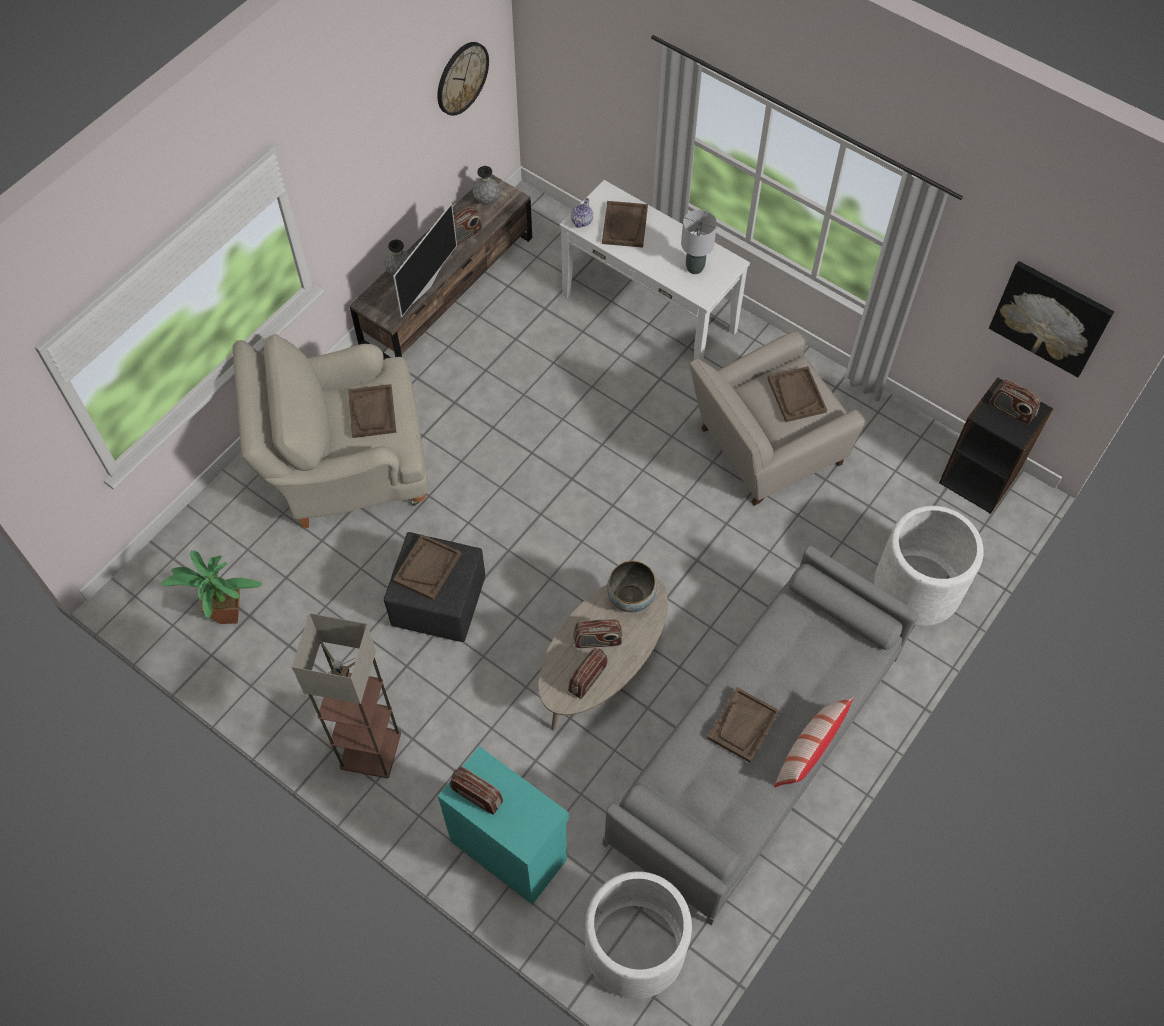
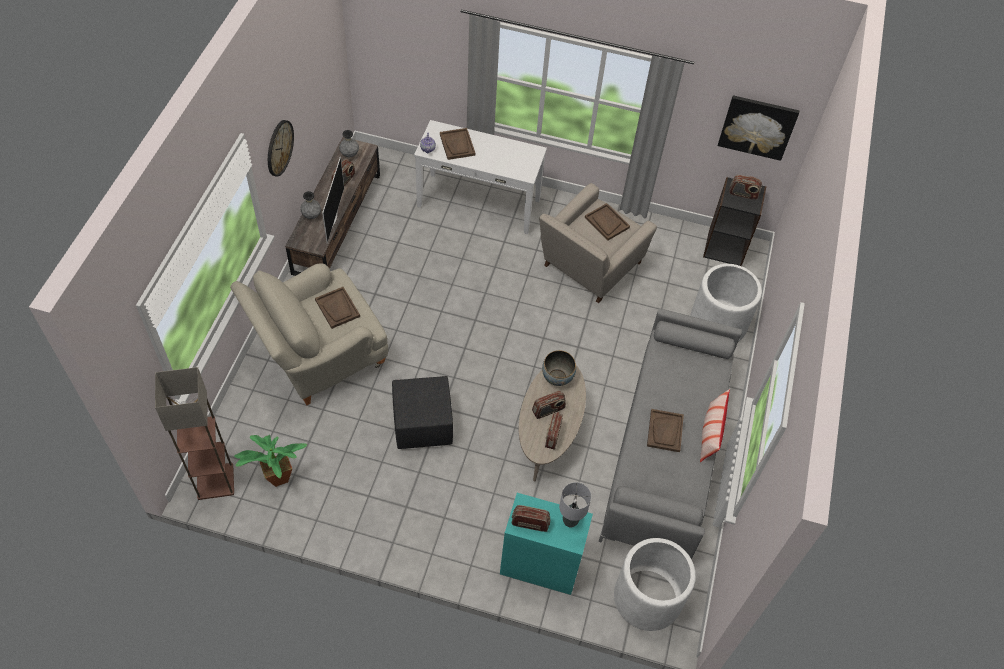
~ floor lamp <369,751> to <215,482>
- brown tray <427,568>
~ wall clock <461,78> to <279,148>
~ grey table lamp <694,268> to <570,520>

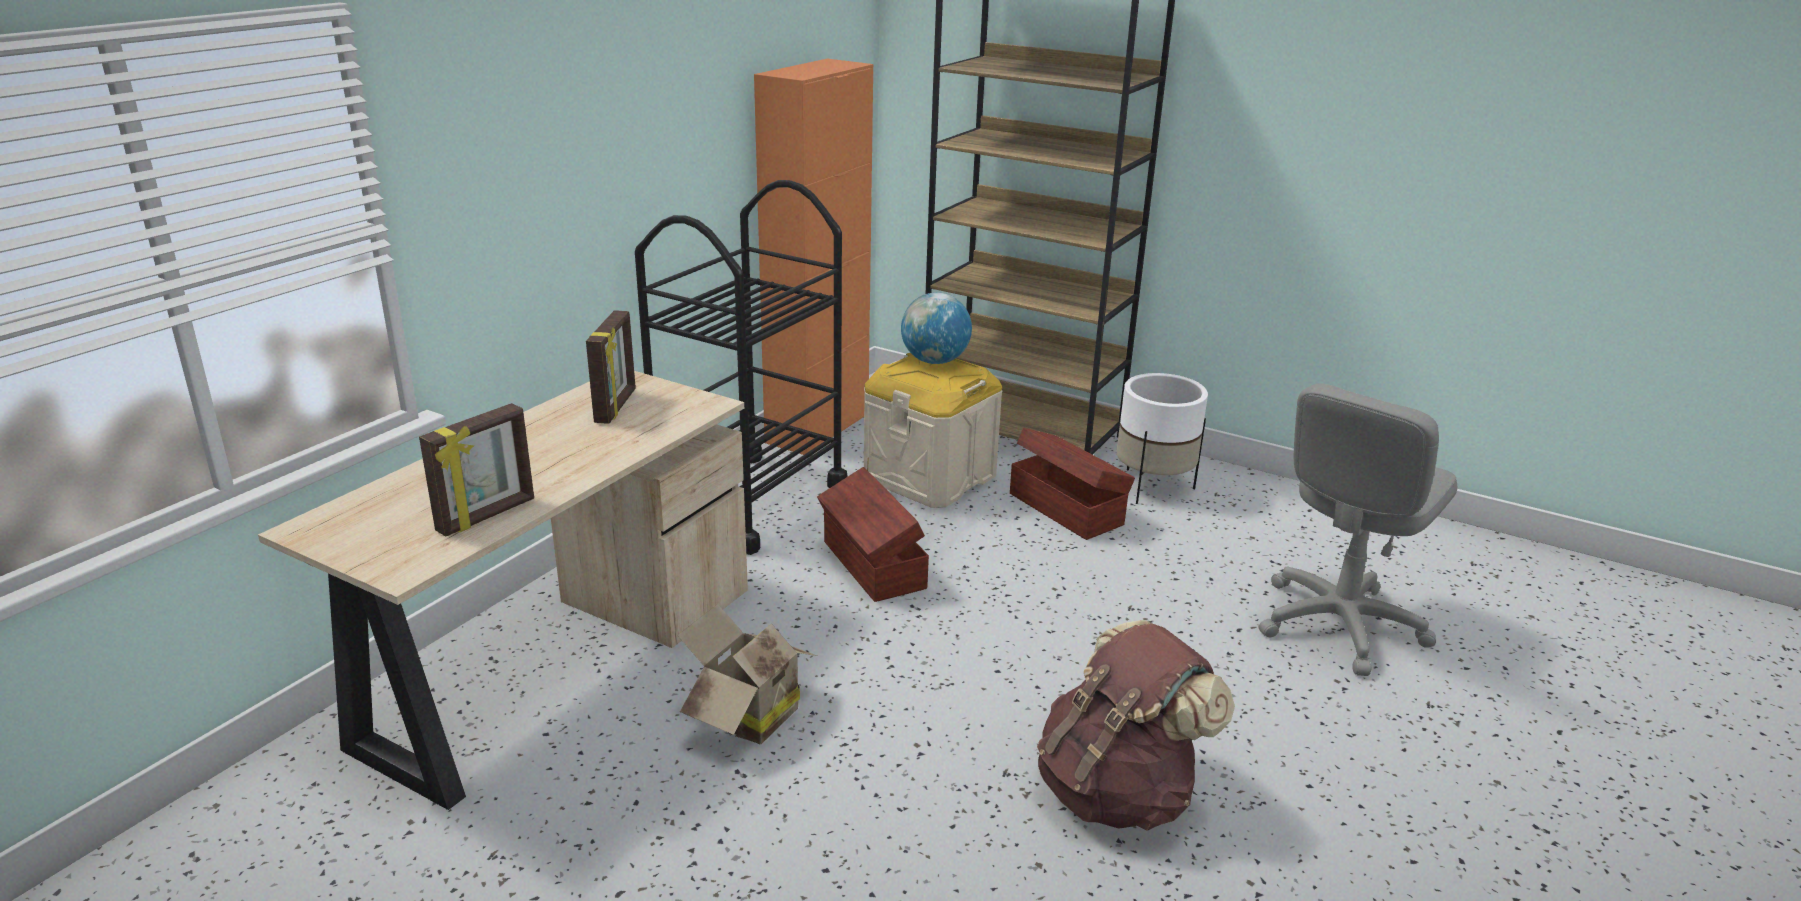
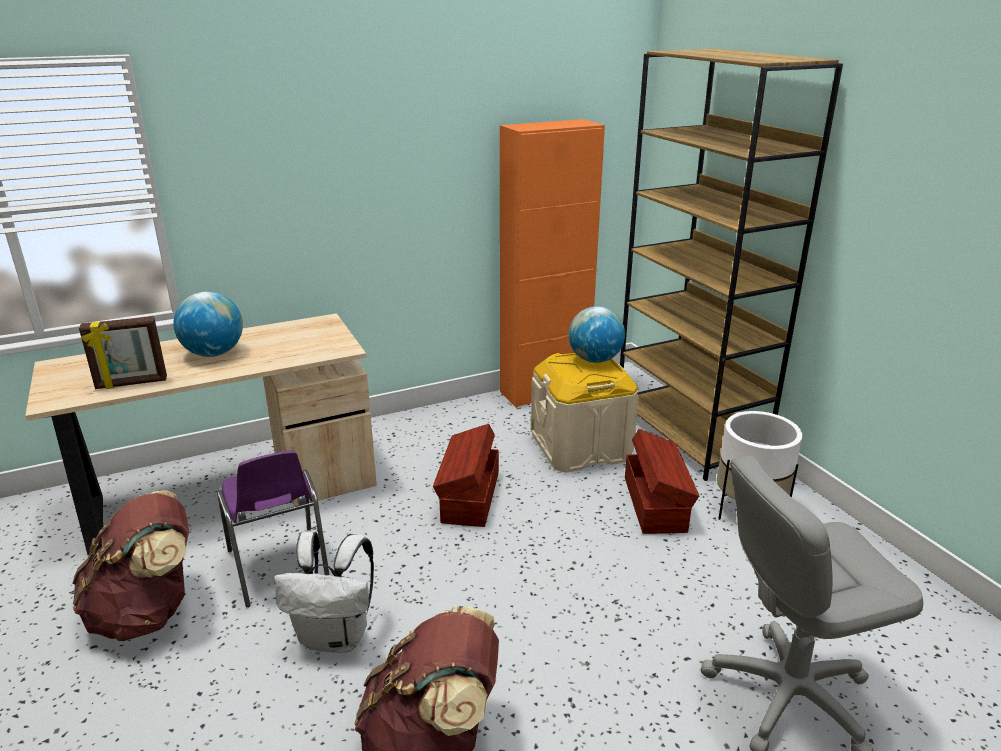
- picture frame <616,406>
- black cart <750,501>
~ cardboard box <745,716> to purple chair <279,568>
+ brown backpack <148,612>
+ globe <213,353>
+ white backpack <336,636>

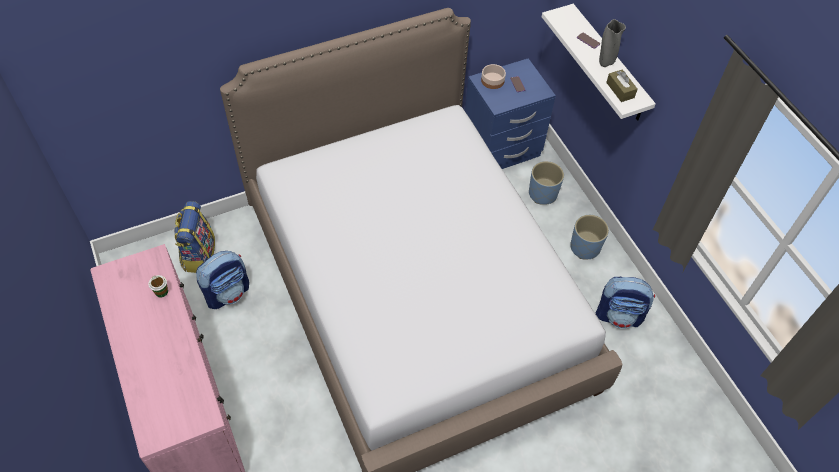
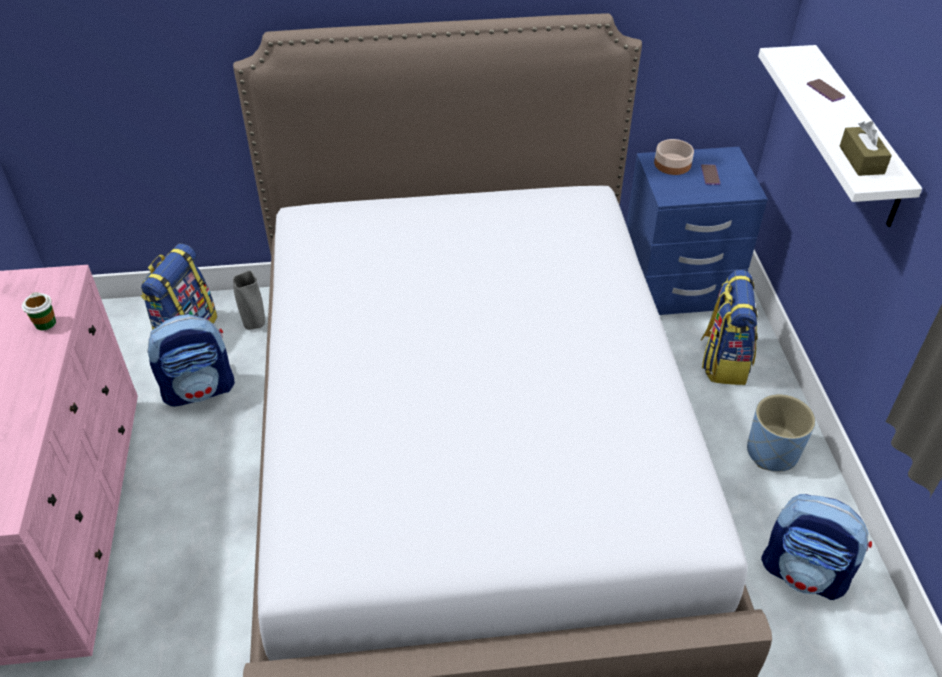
~ blue planter <542,193> to backpack <723,360>
~ grey vase <605,63> to <254,324>

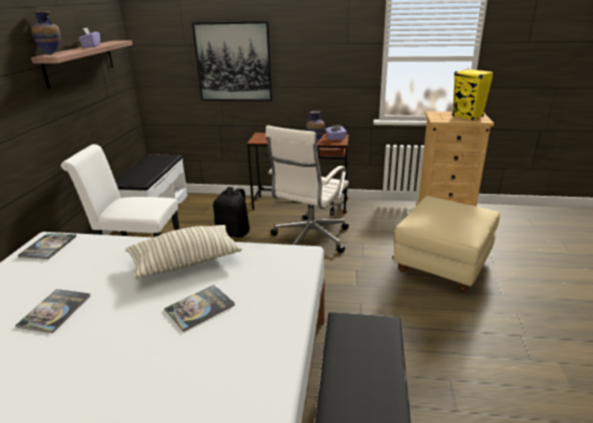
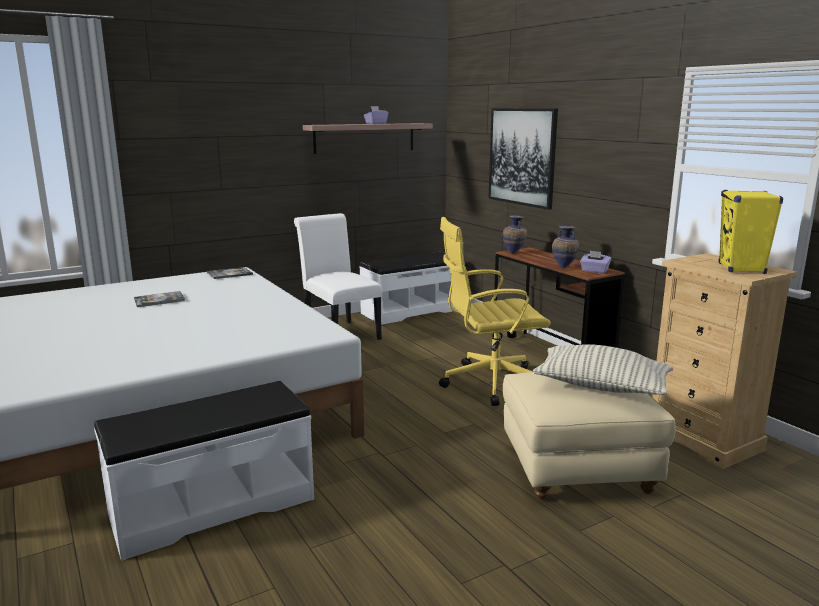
~ vase <52,54> to <514,253>
~ pillow <185,262> to <601,387>
- book <200,308>
- black backpack <234,232>
~ white office chair <309,239> to yellow office chair <490,383>

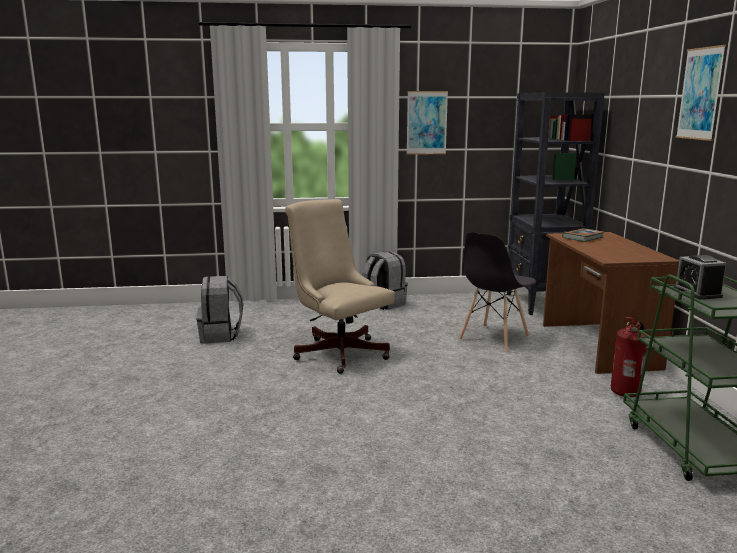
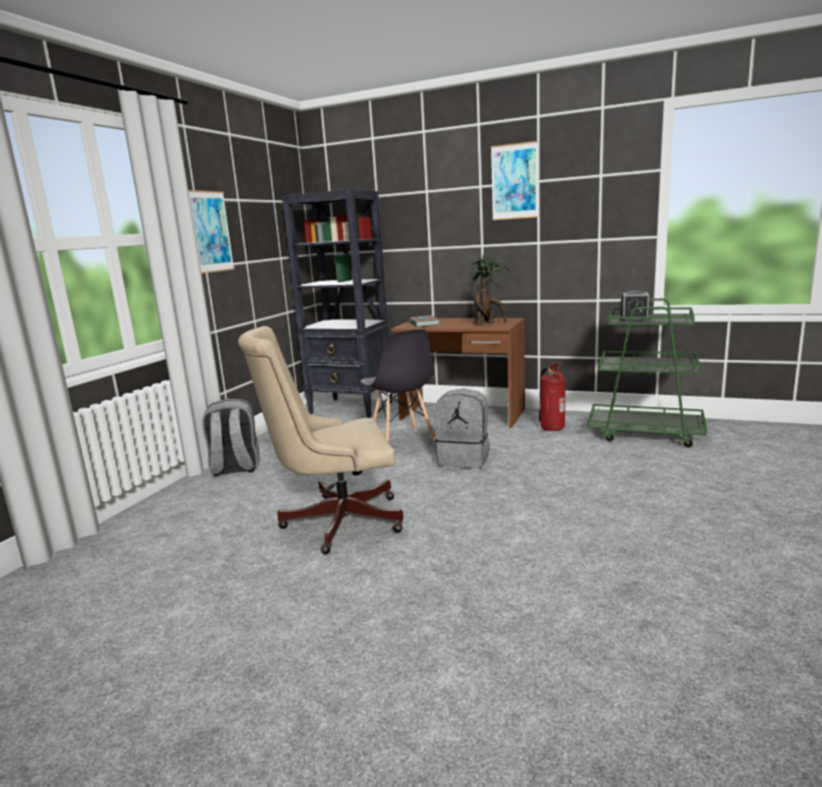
~ grey backpack <221,336> to <464,459>
+ potted plant <487,323>

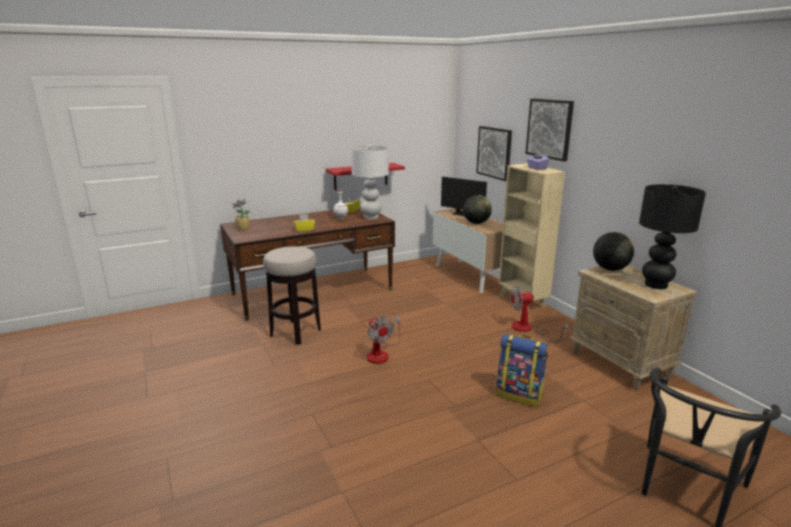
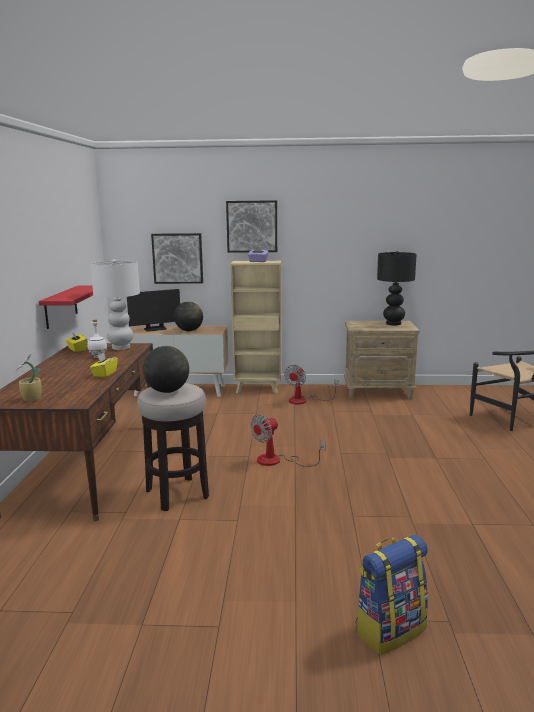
~ fan <381,353> = <277,461> 135 degrees clockwise
~ backpack <519,394> to <389,629>
~ globe <610,269> to <167,391>

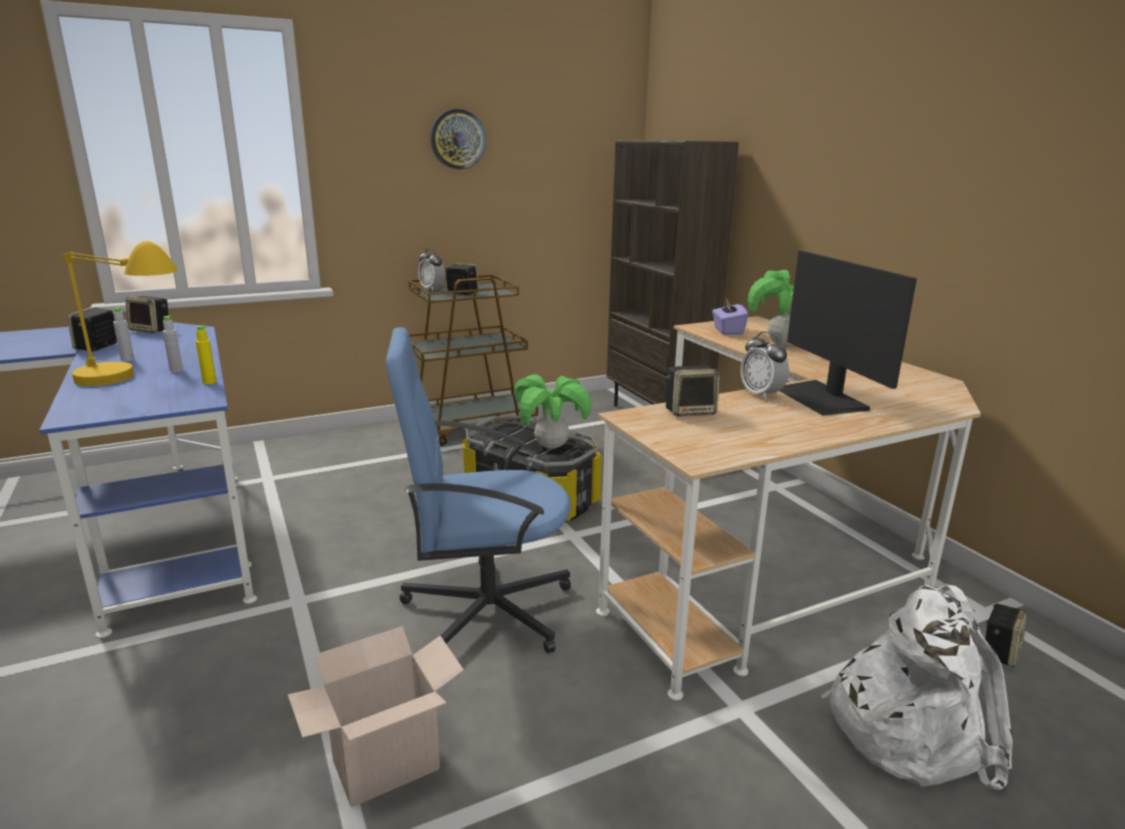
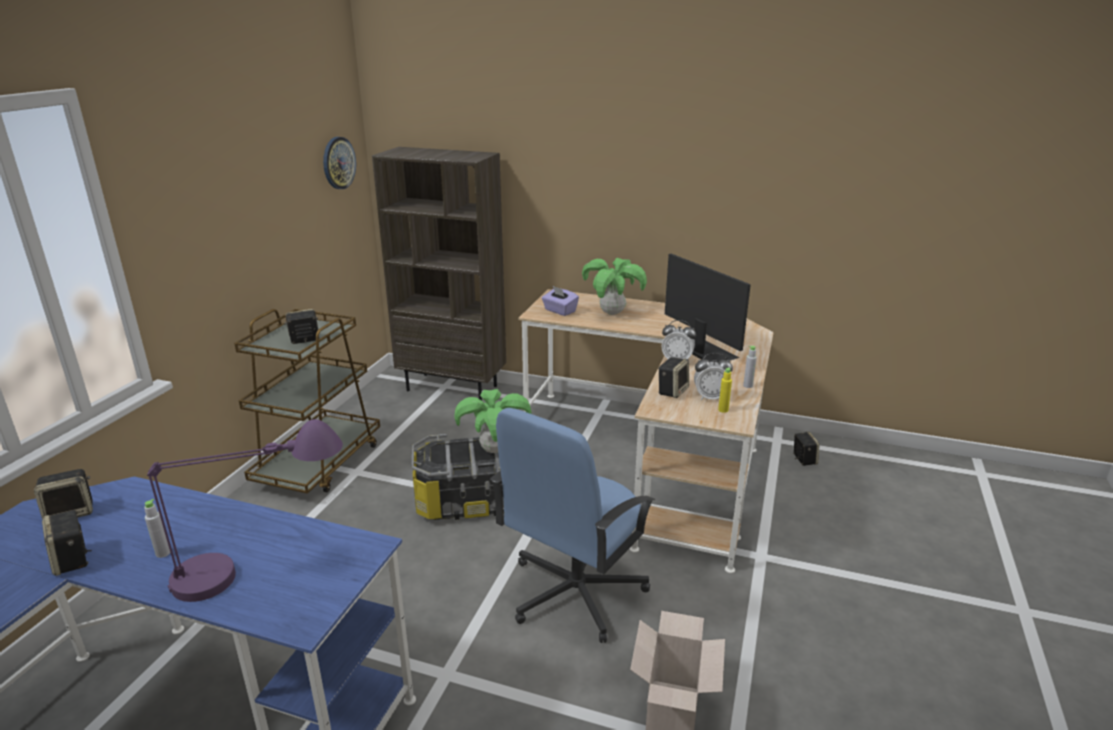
~ yellow table lamp <133,385> to purple table lamp <260,570>
~ grey bottle <176,370> to <748,386>
~ yellow bottle <209,382> to <723,410>
~ alarm clock <432,289> to <710,397>
~ wall clock <457,139> to <338,163>
~ monitor <821,398> = <704,351> 150 degrees counterclockwise
- white backpack <908,727>

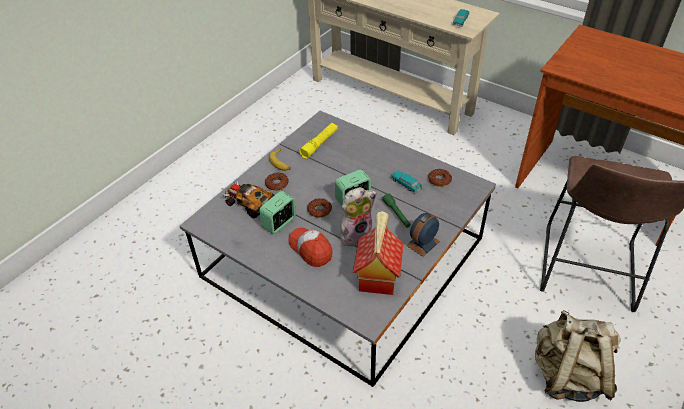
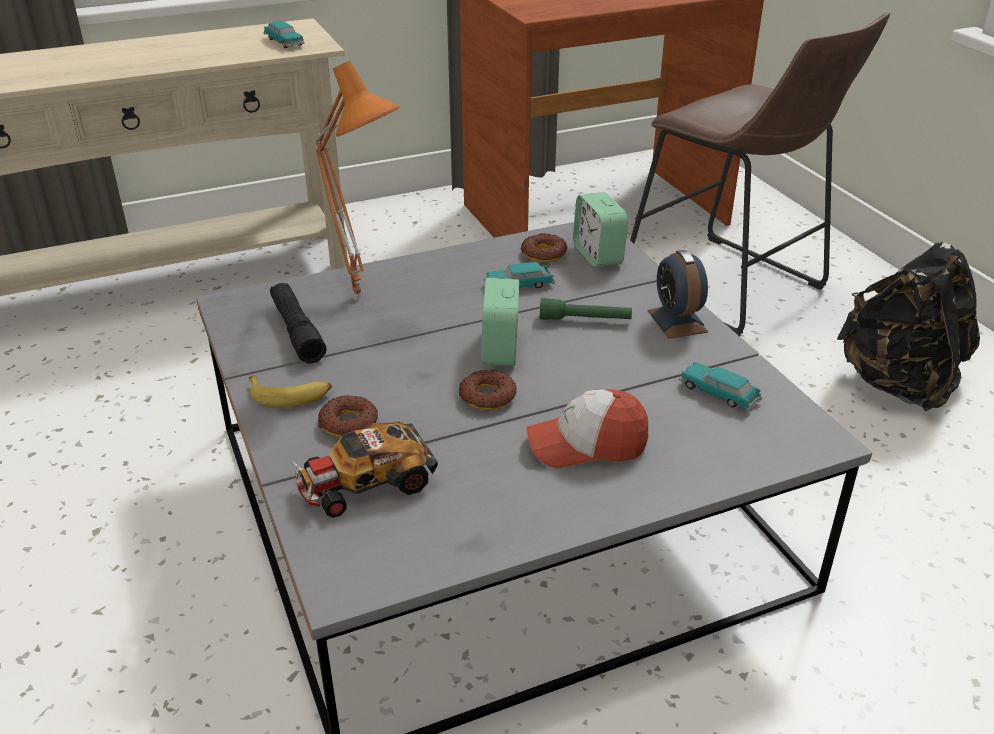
~ alarm clock <279,223> to <598,255>
~ yellow flashlight <319,144> to black flashlight <297,331>
- plush toy <356,235>
~ toy house <377,276> to toy car <718,393>
~ beige backpack <567,375> to black backpack <898,383>
+ orange table lamp <362,296>

